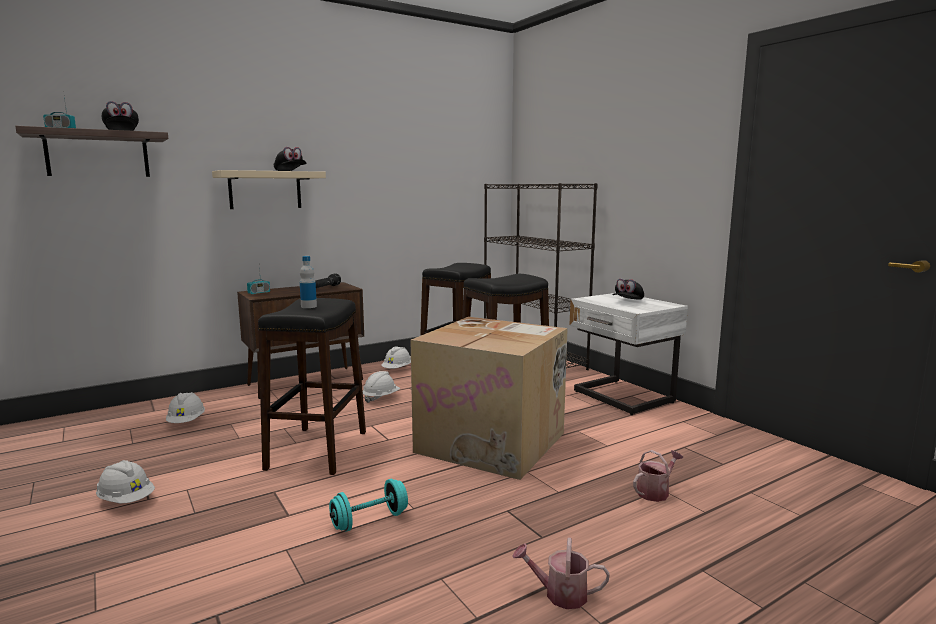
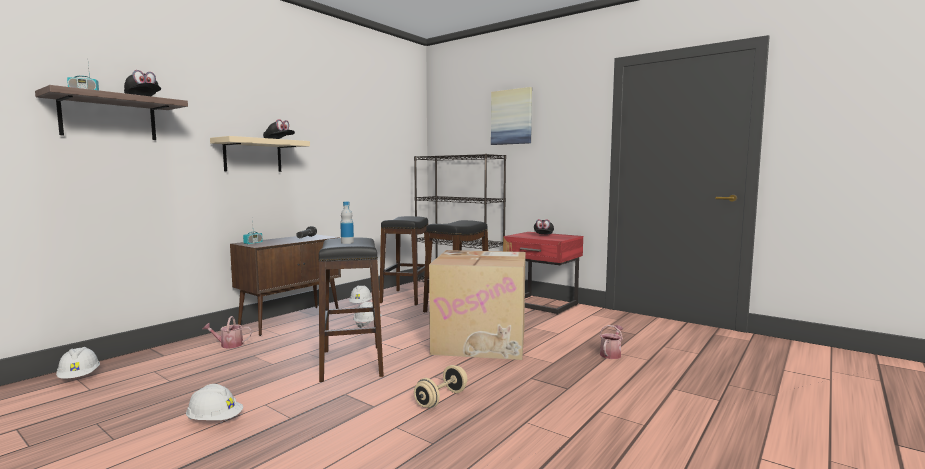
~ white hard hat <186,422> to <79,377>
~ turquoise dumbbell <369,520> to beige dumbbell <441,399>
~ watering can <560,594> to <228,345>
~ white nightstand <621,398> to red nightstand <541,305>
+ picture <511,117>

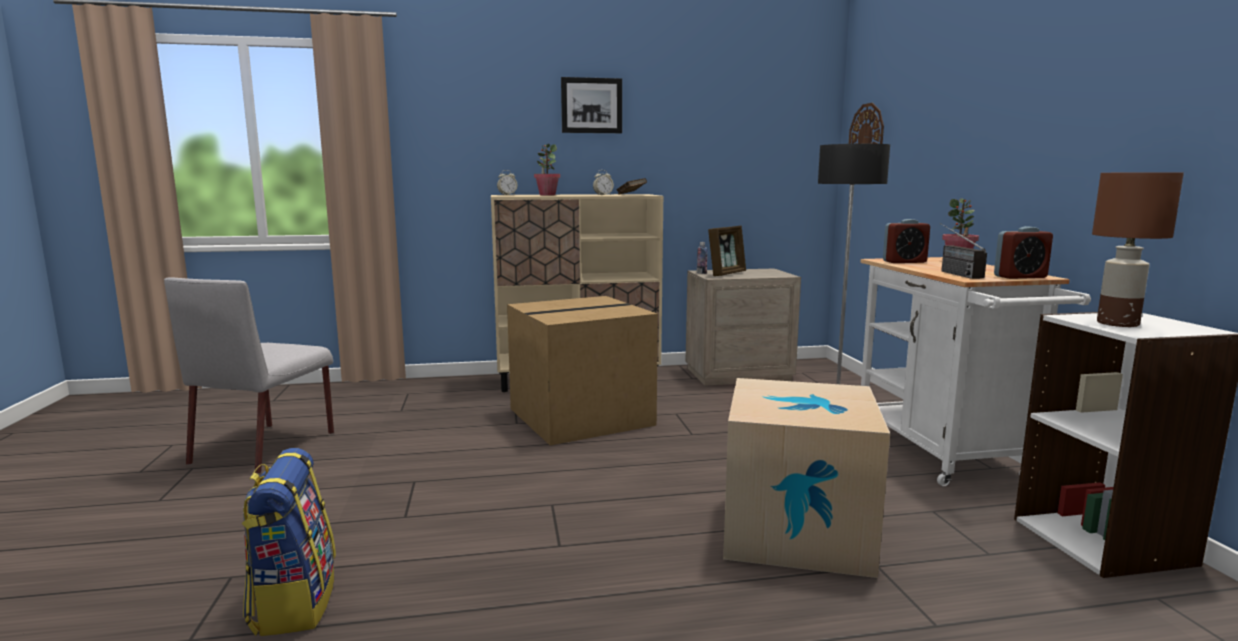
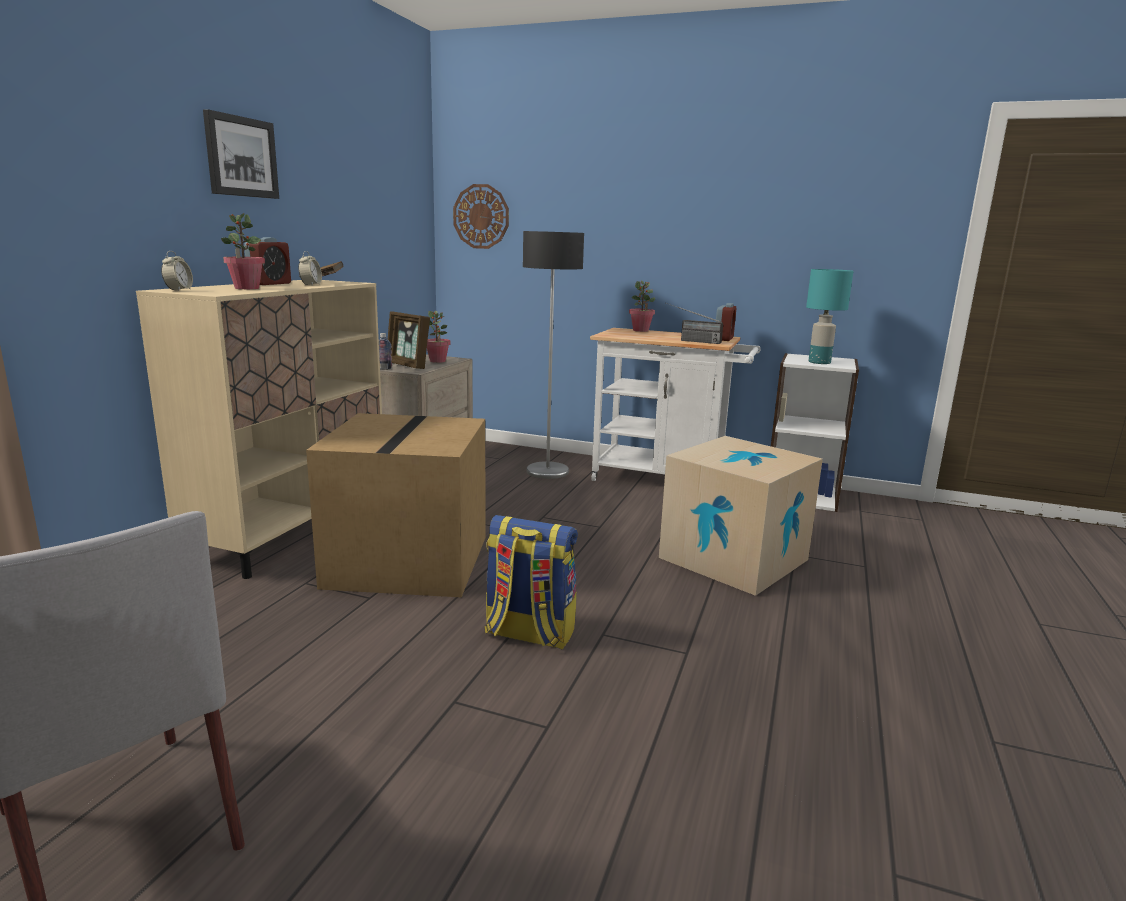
~ backpack <293,603> to <528,634>
~ picture frame <727,273> = <408,365> 150 degrees clockwise
~ alarm clock <904,262> to <270,284>
~ brown table lamp <1118,324> to turquoise table lamp <819,362>
+ potted plant <437,361>

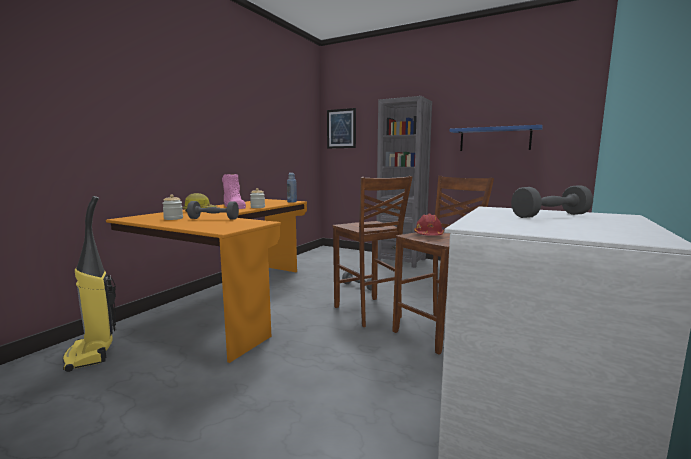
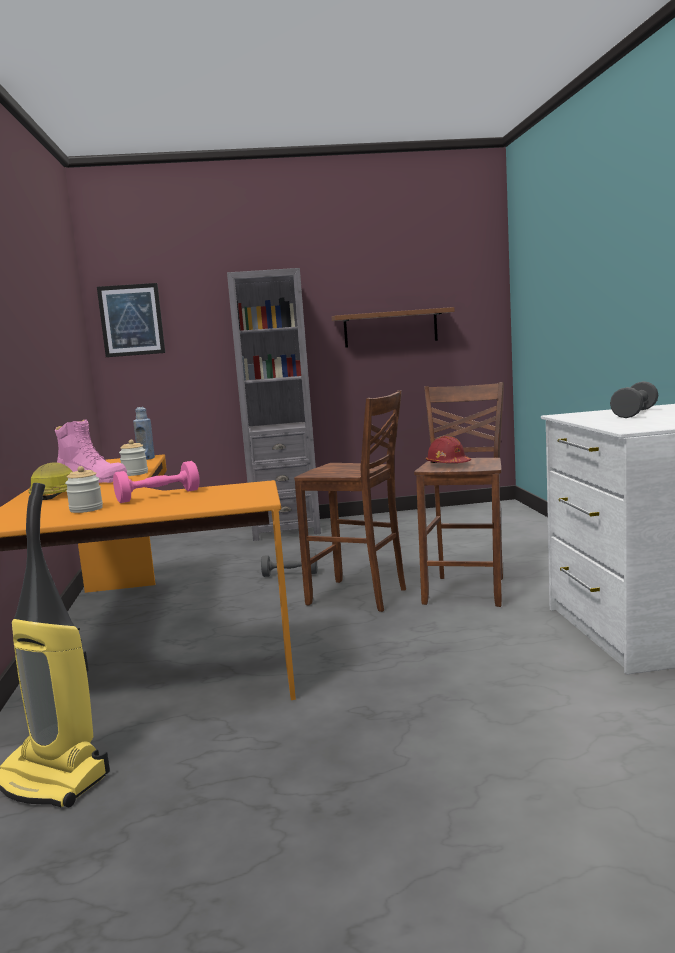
~ grey dumbbell <213,219> to pink dumbbell <158,496>
~ blue shelf <494,139> to brown shelf <390,328>

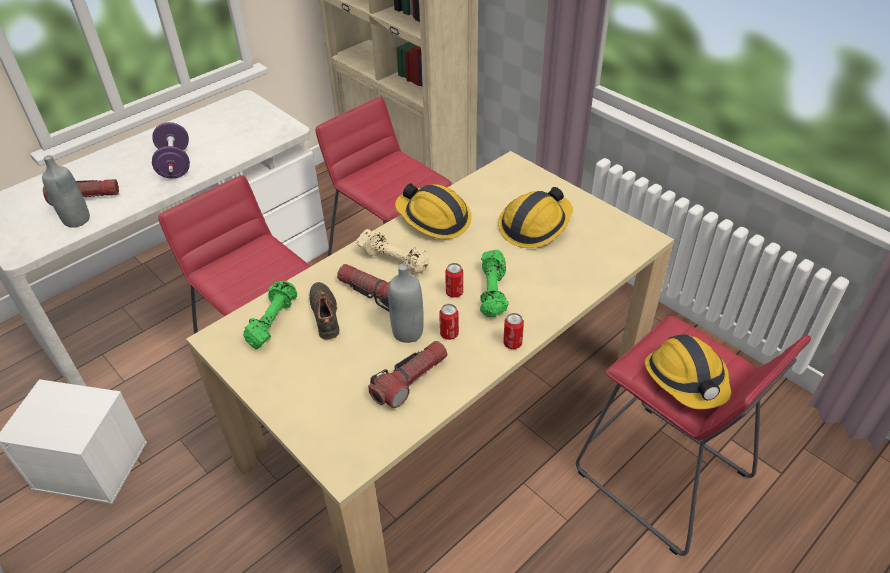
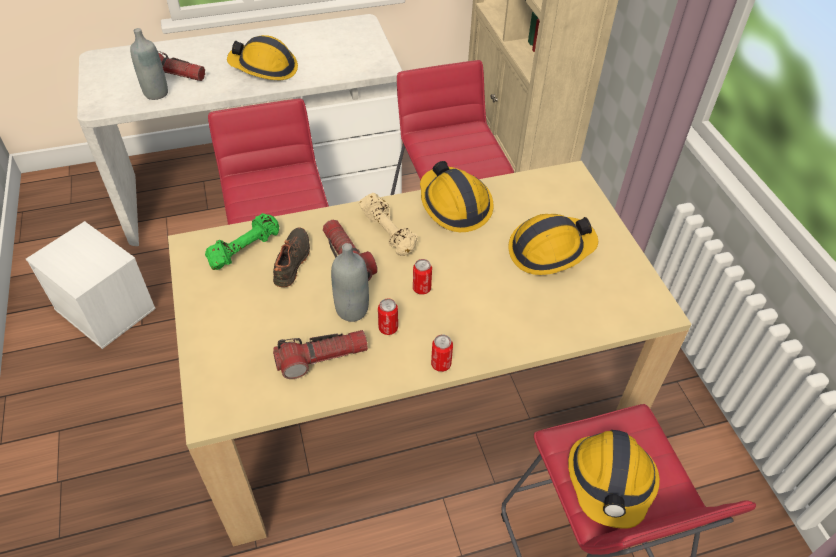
~ purple dumbbell <175,164> to hard hat <264,68>
- green dumbbell <493,292>

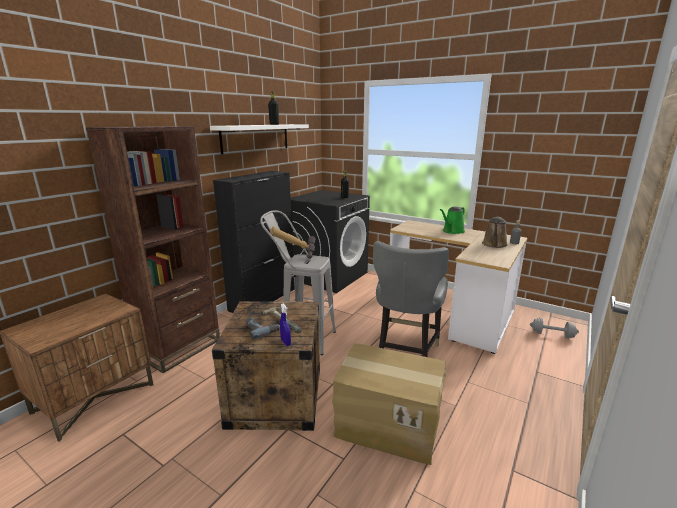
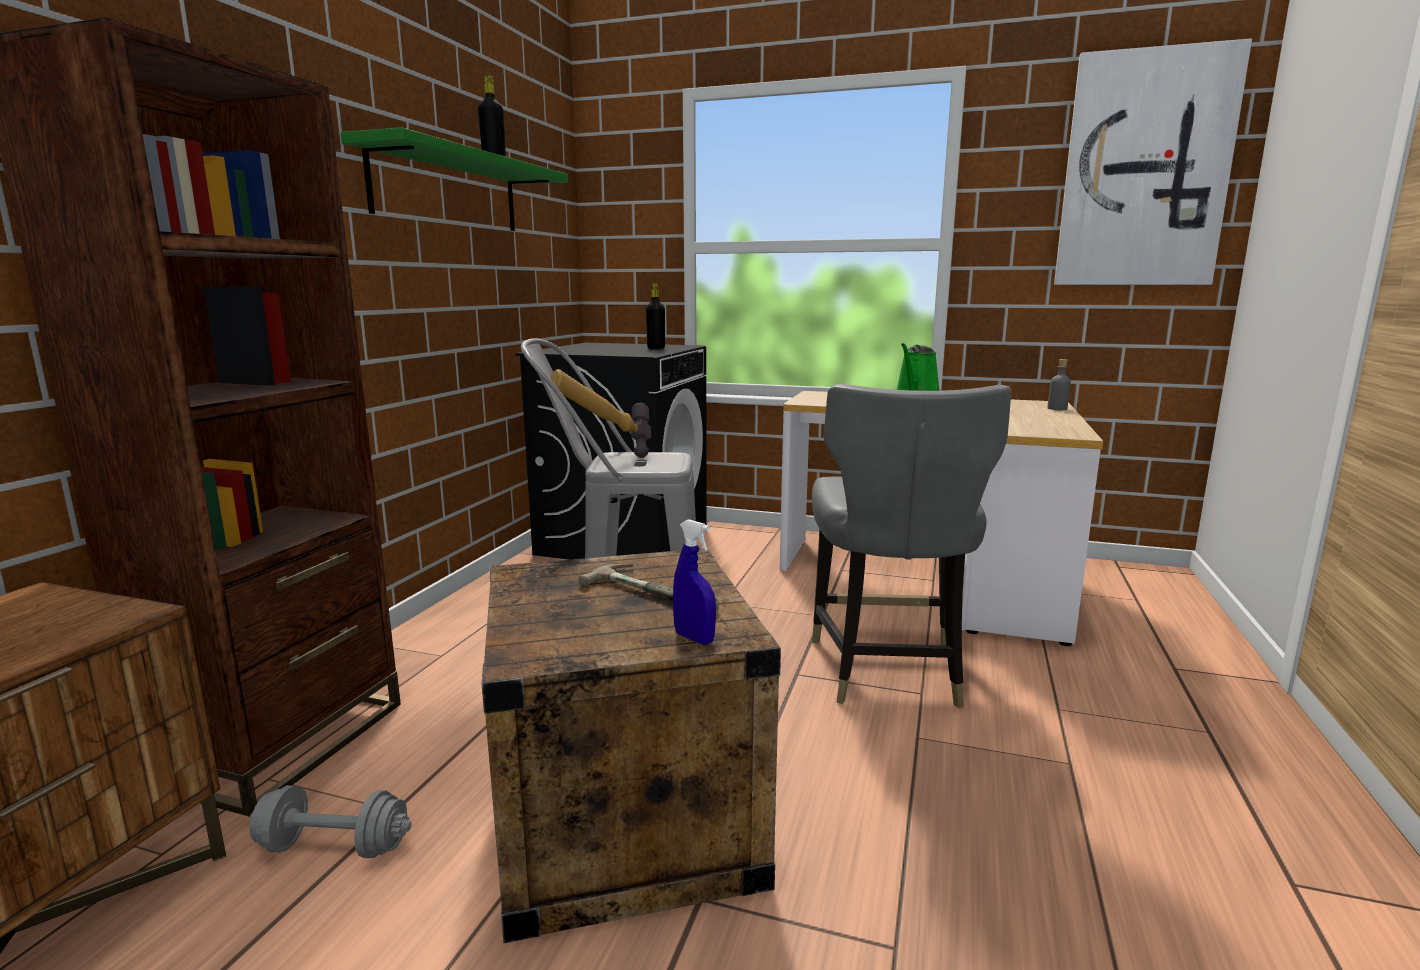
~ white shelf <256,138> to green shelf <448,190>
- black cabinet <263,299>
- power drill <261,329>
- cardboard box <388,424>
- brown watering can <494,245>
~ grey dumbbell <552,335> to <334,847>
+ picture <1144,171>

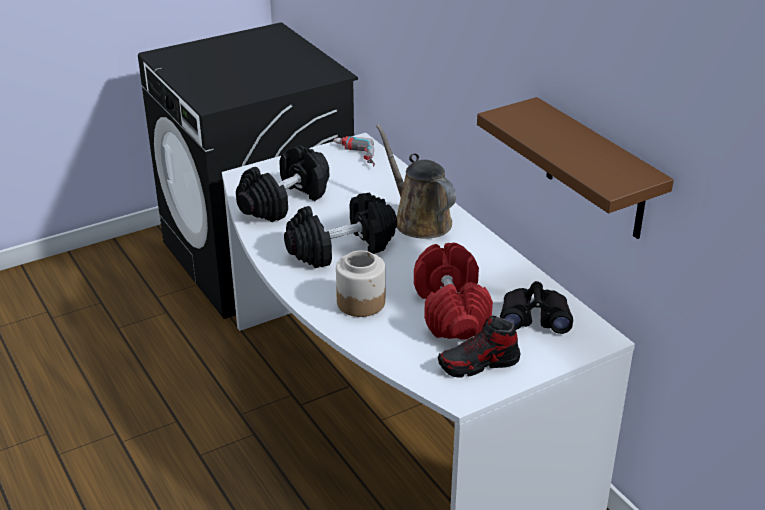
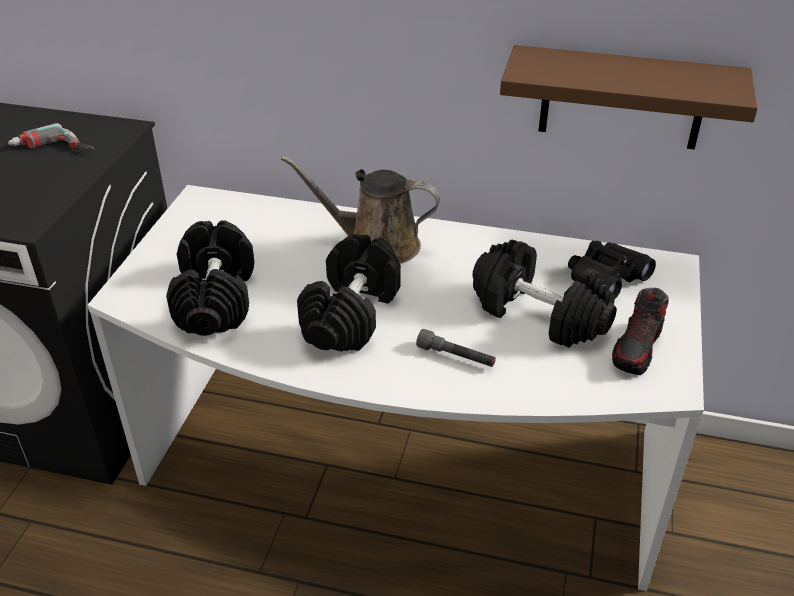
~ power drill <353,156> to <51,151>
~ jar <361,302> to grey flashlight <456,357>
~ red dumbbell <451,311> to black dumbbell <540,314>

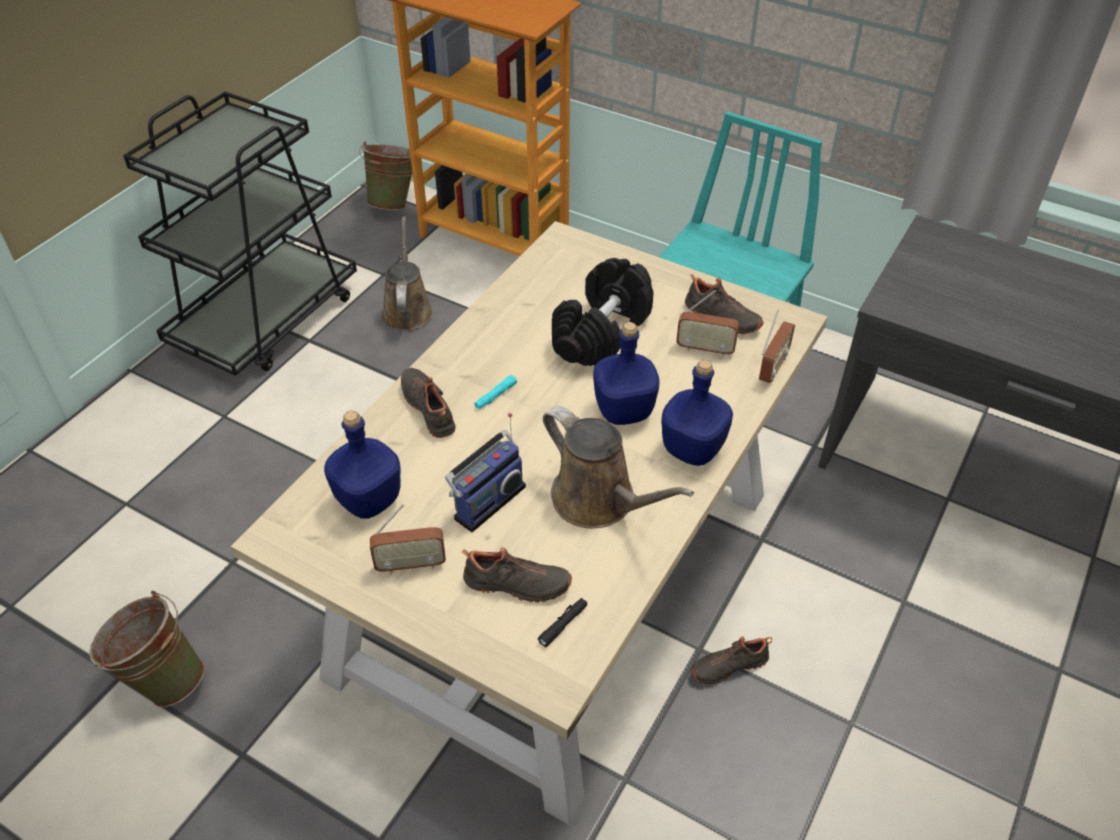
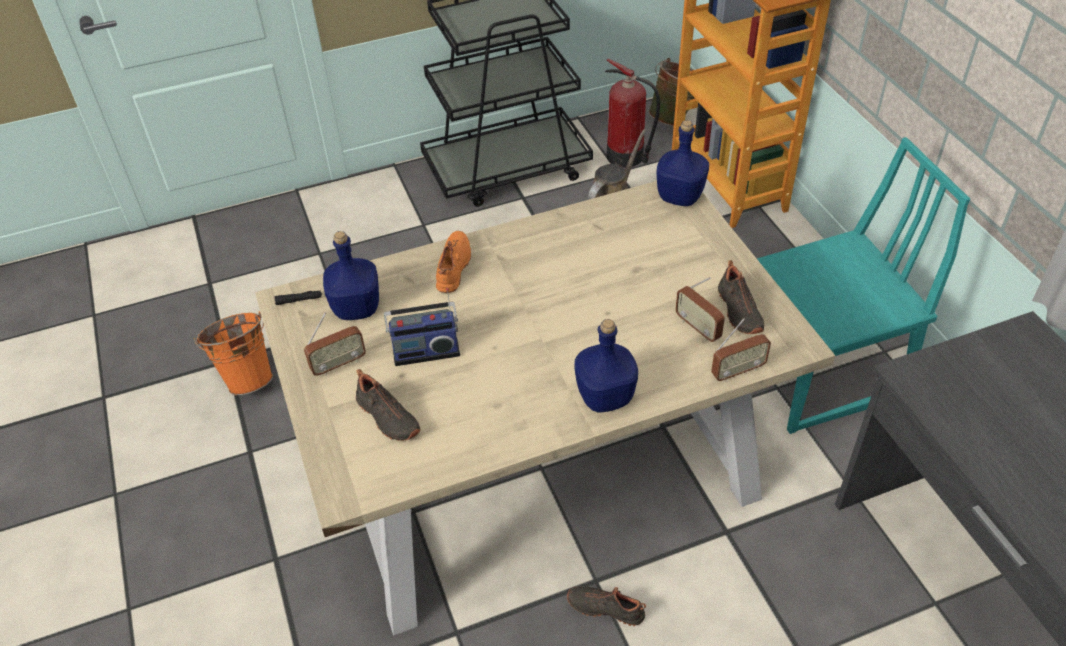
~ green bucket <162,679> to orange bucket <247,377>
~ radio <410,565> = <338,364> 60 degrees counterclockwise
~ black shoe <430,408> to orange shoe <455,267>
- turquoise flashlight <495,396>
~ black flashlight <563,625> to <299,300>
- brown watering can <599,501>
- black dumbbell <601,331>
~ blue bottle <622,411> to <679,196>
+ fire extinguisher <627,157>

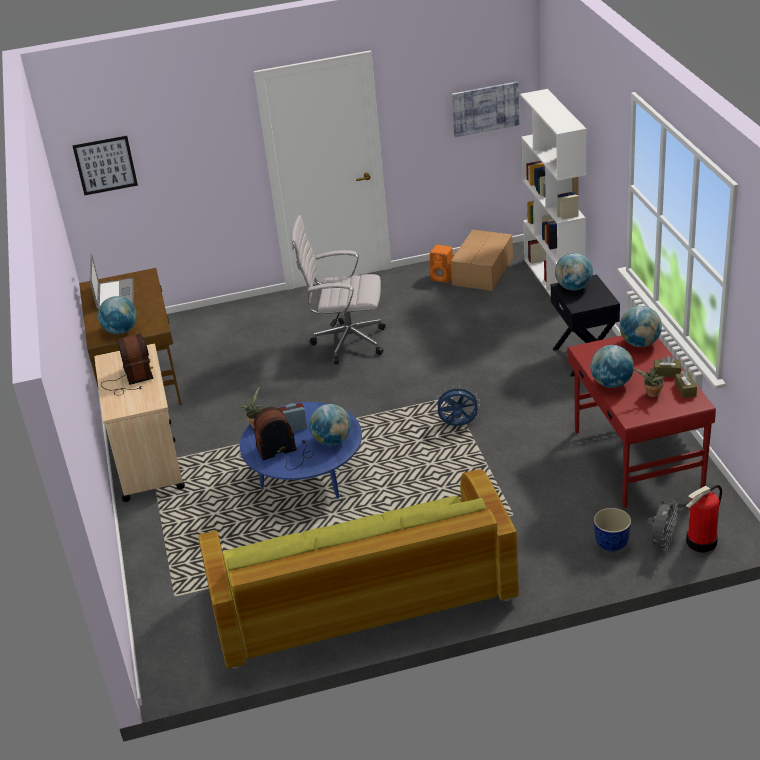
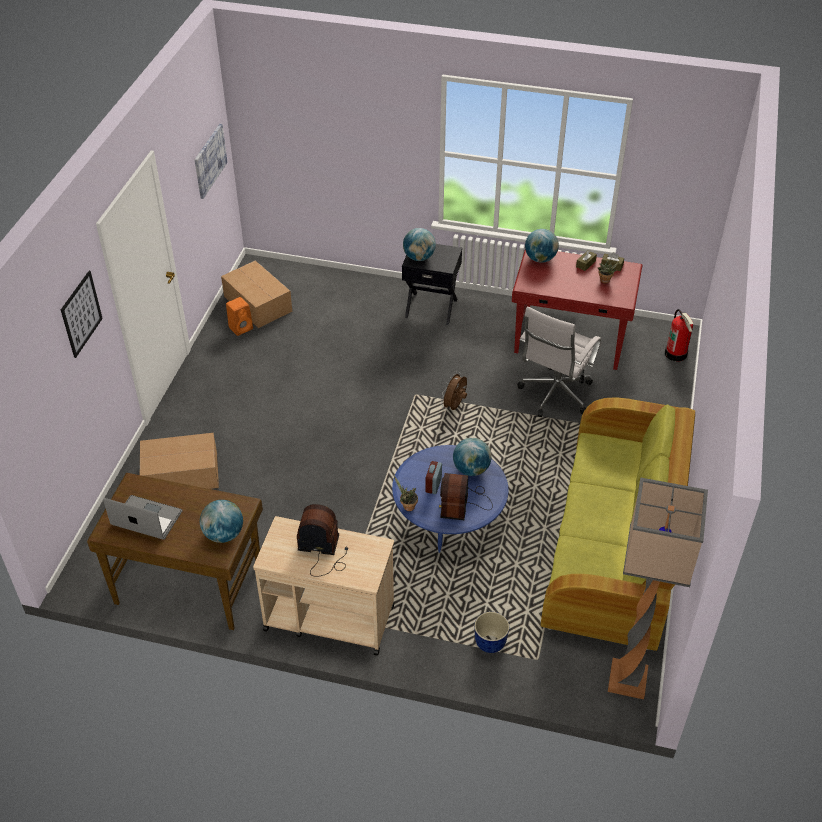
~ picture <105,165> to <81,314>
~ white office chair <346,342> to <554,396>
~ blue fan <458,425> to brown fan <454,406>
- white bookcase <554,280>
- globe <611,383>
~ planter <611,544> to <490,644>
- grey fan <662,543>
+ cardboard box <180,474>
+ floor lamp <628,681>

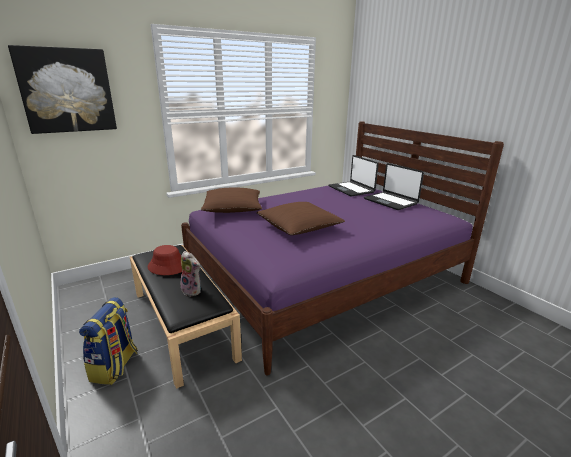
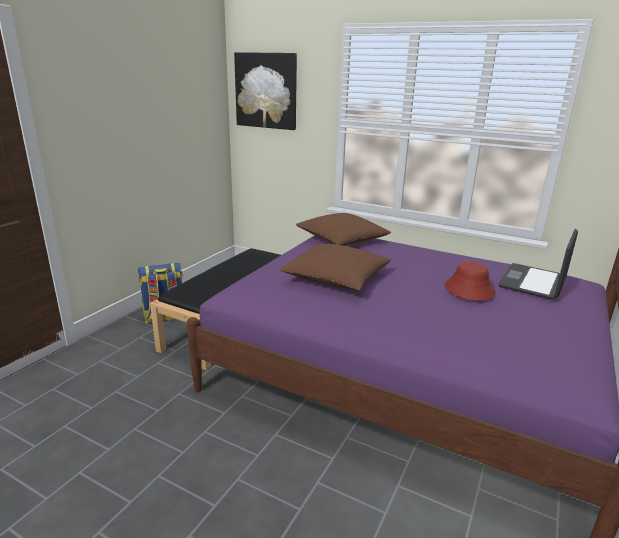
~ red hat <168,266> to <469,289>
- plush toy <193,290>
- laptop <391,201>

